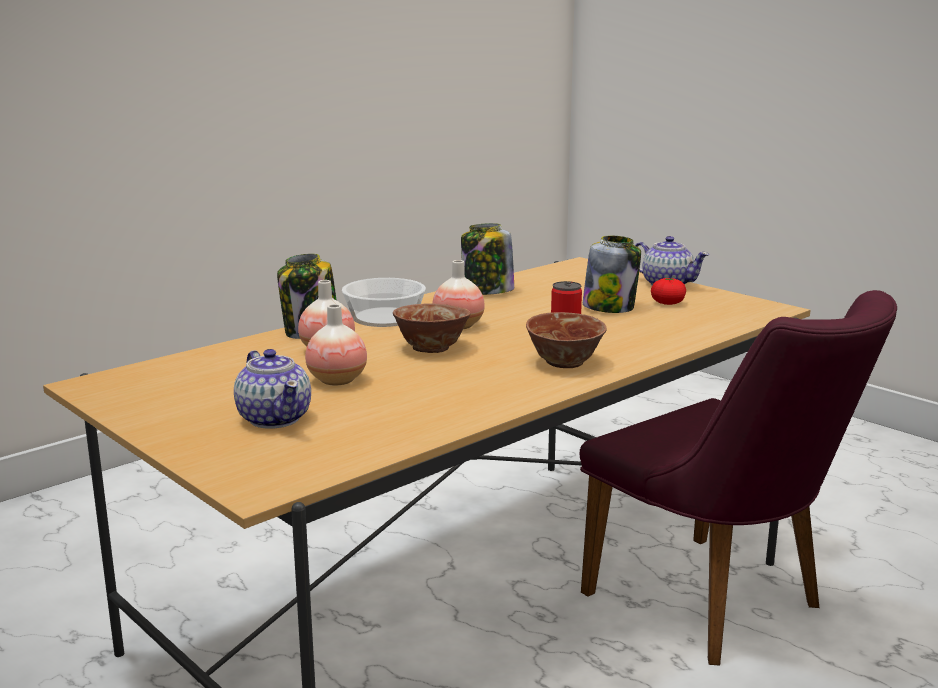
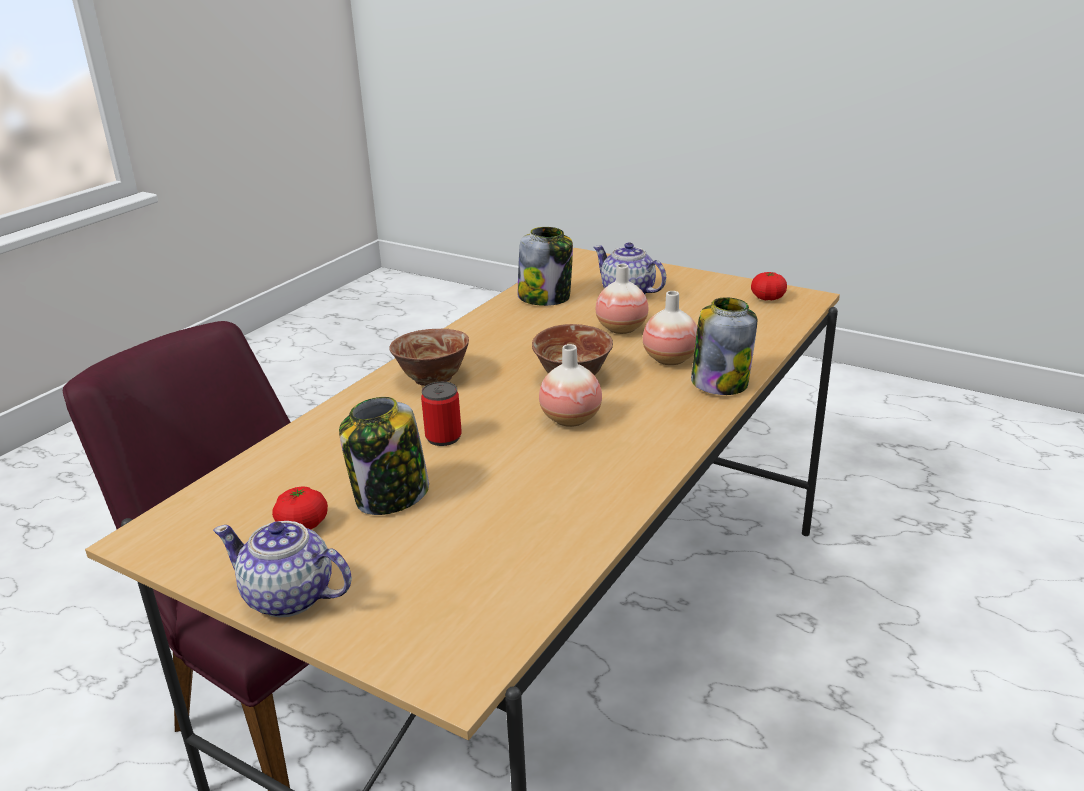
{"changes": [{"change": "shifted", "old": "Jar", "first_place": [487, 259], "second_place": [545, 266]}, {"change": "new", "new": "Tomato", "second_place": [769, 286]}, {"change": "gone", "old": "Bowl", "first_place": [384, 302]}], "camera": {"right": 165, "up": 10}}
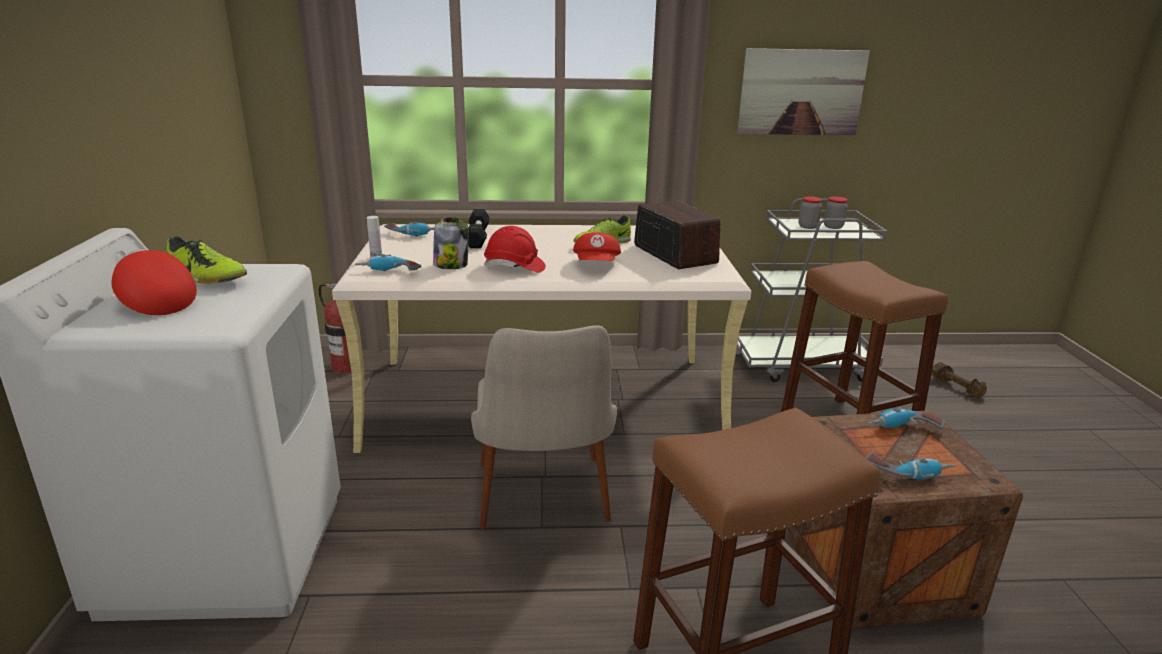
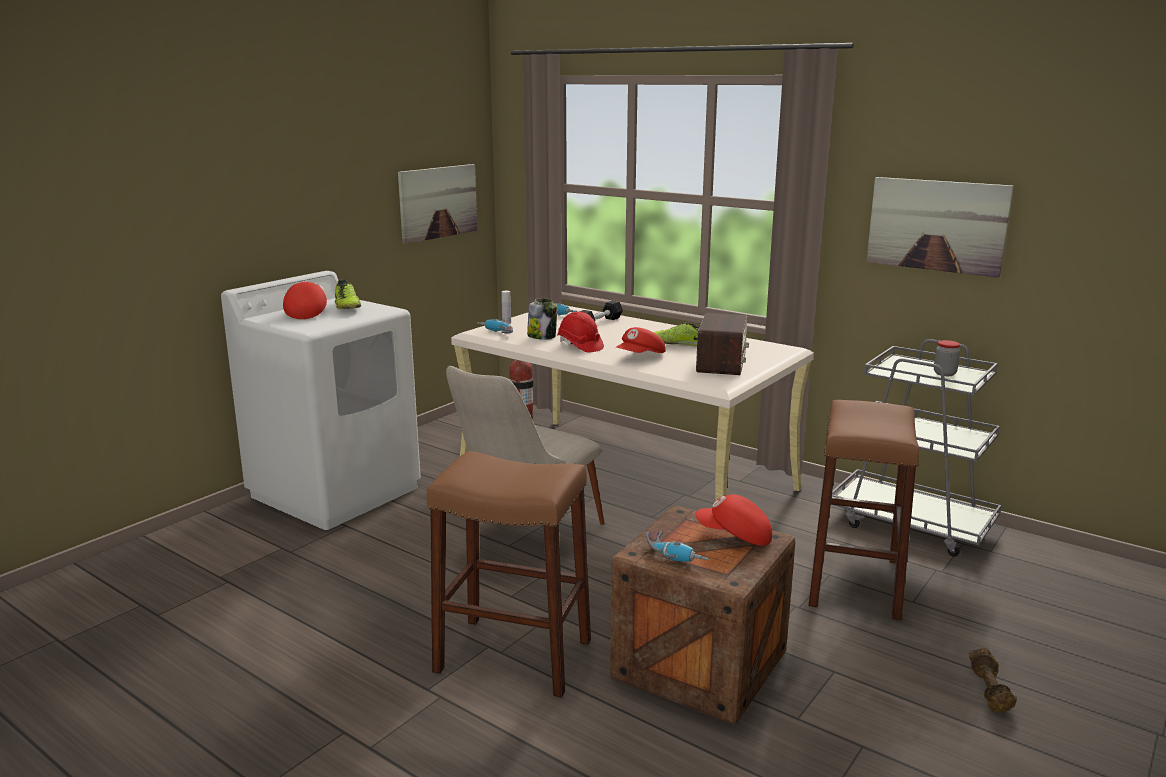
{"changes": [{"change": "new", "new": "Picture", "second_place": [437, 204]}, {"change": "swapped", "old": "PowerDrill", "new": "RedCap", "first_place": [906, 418], "second_place": [734, 520]}, {"change": "shifted", "old": "BrownDumbbell", "first_place": [959, 379], "second_place": [993, 680]}, {"change": "gone", "old": "Jar", "first_place": [810, 212]}], "camera": {"right": 40, "up": -5}}
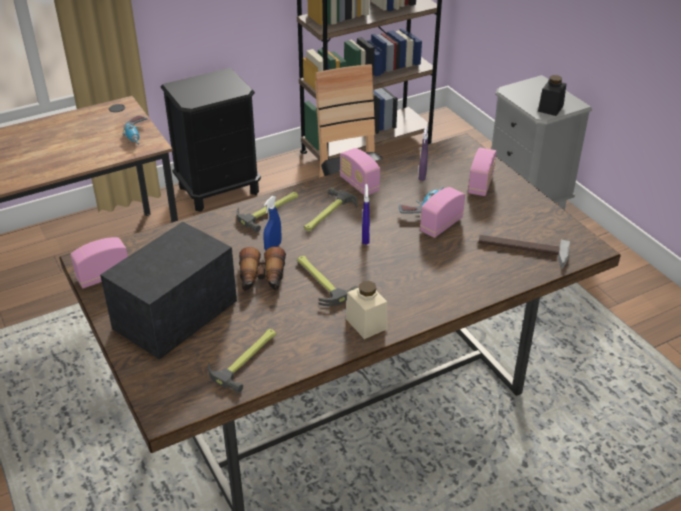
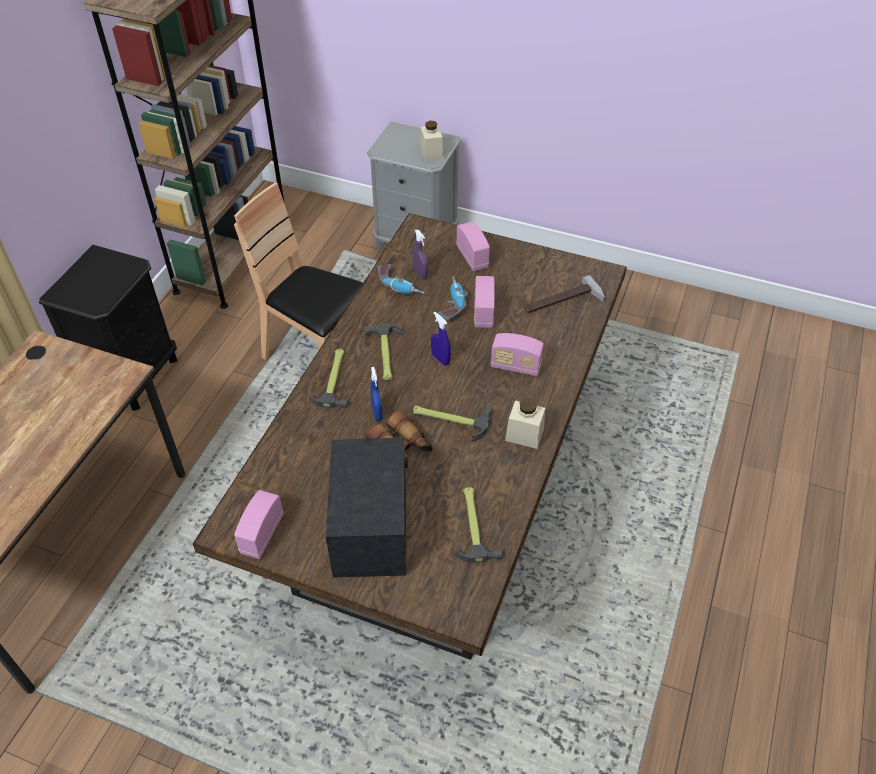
{"changes": [{"change": "shifted", "old": "PowerDrill", "first_place": [135, 130], "second_place": [401, 279]}, {"change": "repainted", "old": "BlackJar", "new": "BeigeJar", "first_place": [552, 95], "second_place": [431, 141]}, {"change": "shifted", "old": "Radio", "first_place": [360, 172], "second_place": [517, 354]}], "camera": {"right": -40, "up": 10}}
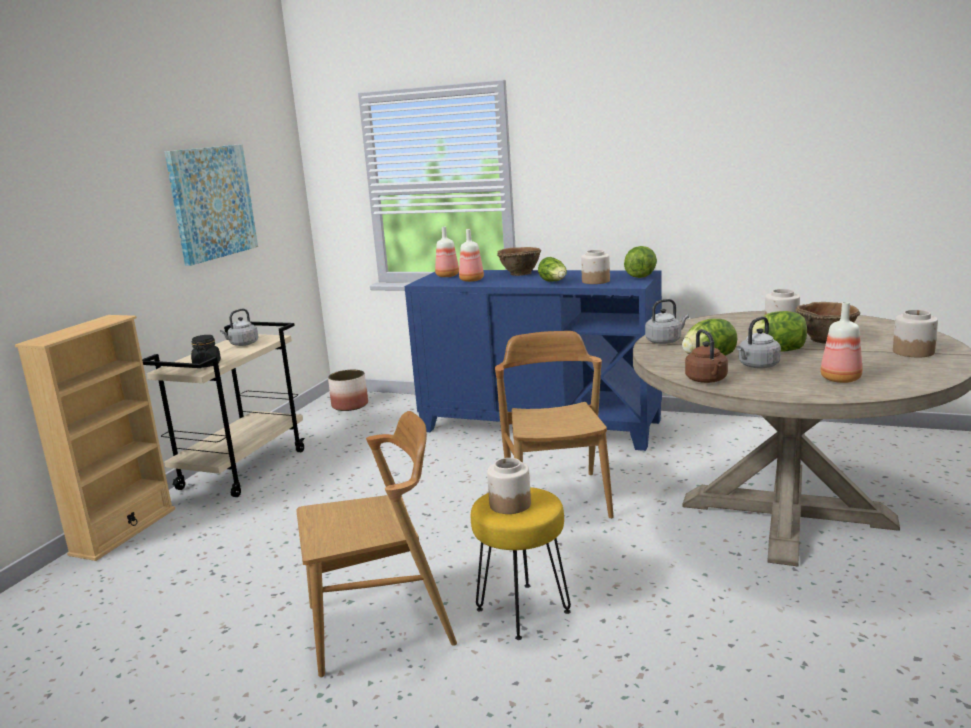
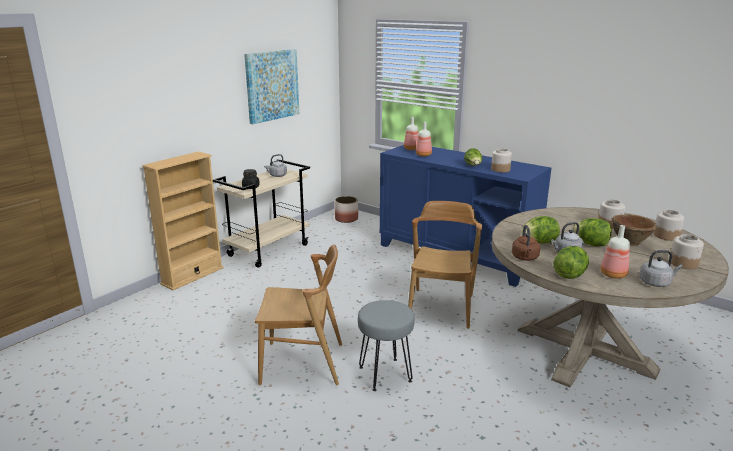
{"changes": [{"change": "repainted", "old": "YellowStool", "new": "GreyStool", "first_place": [521, 563], "second_place": [386, 345]}, {"change": "shifted", "old": "Lettuce", "first_place": [640, 262], "second_place": [571, 262]}, {"change": "shifted", "old": "GreyKettle", "first_place": [667, 321], "second_place": [661, 268]}, {"change": "shifted", "old": "Jar", "first_place": [509, 486], "second_place": [669, 225]}, {"change": "gone", "old": "BrownBowl", "first_place": [519, 261]}], "camera": {"right": 15, "up": 5}}
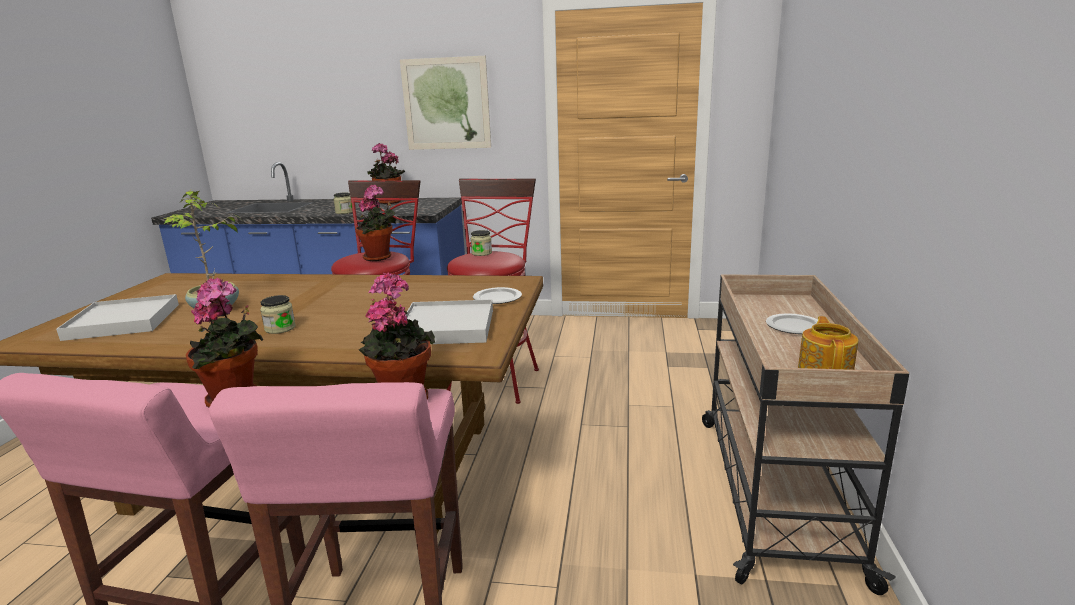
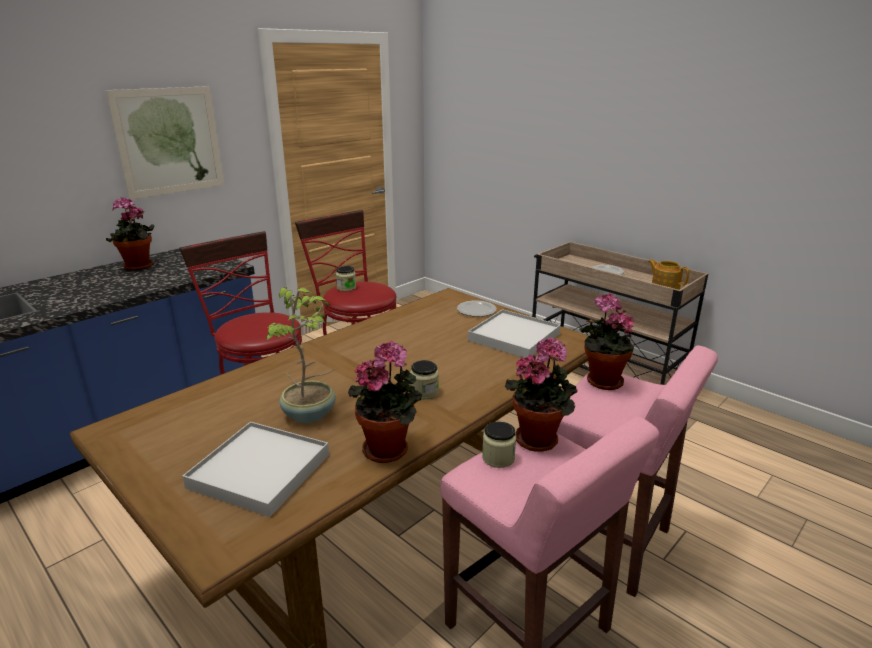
{"changes": [{"change": "shifted", "old": "PottedPlant", "first_place": [375, 223], "second_place": [385, 402]}, {"change": "shifted", "old": "Jar", "first_place": [343, 203], "second_place": [499, 444]}], "camera": {"right": -55, "up": 5}}
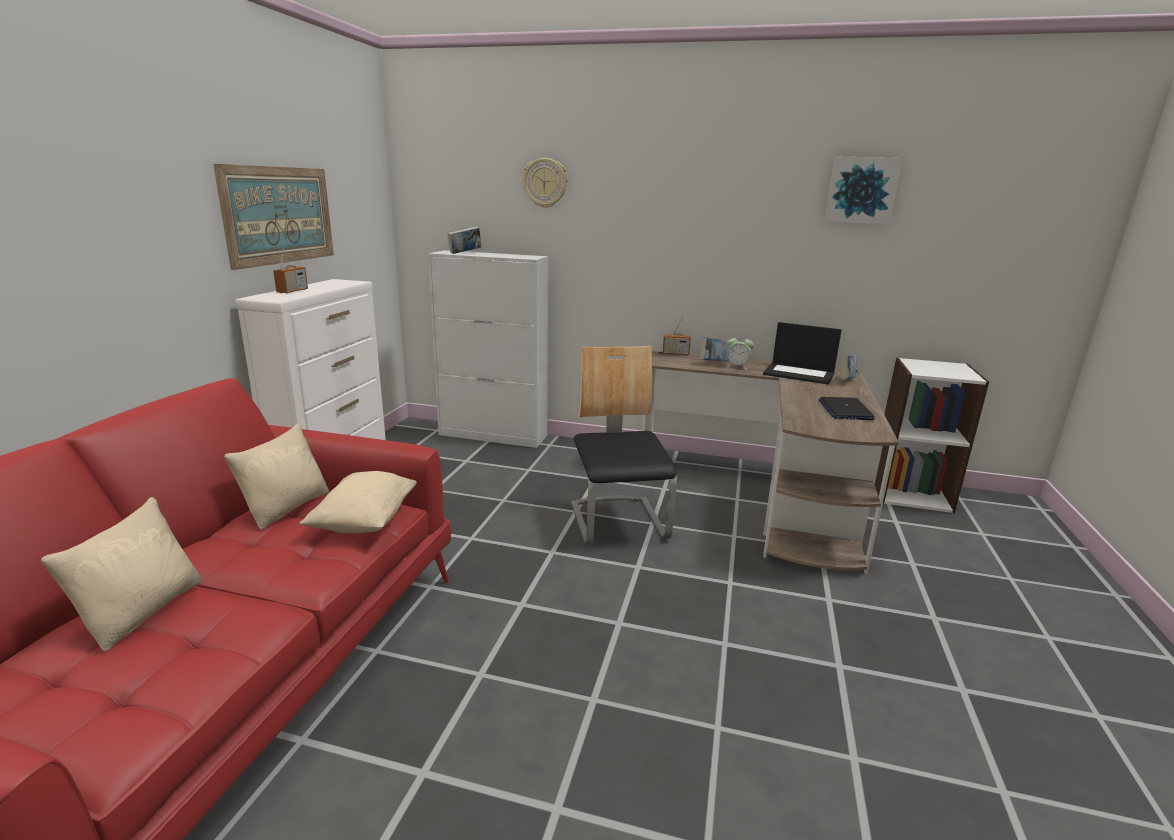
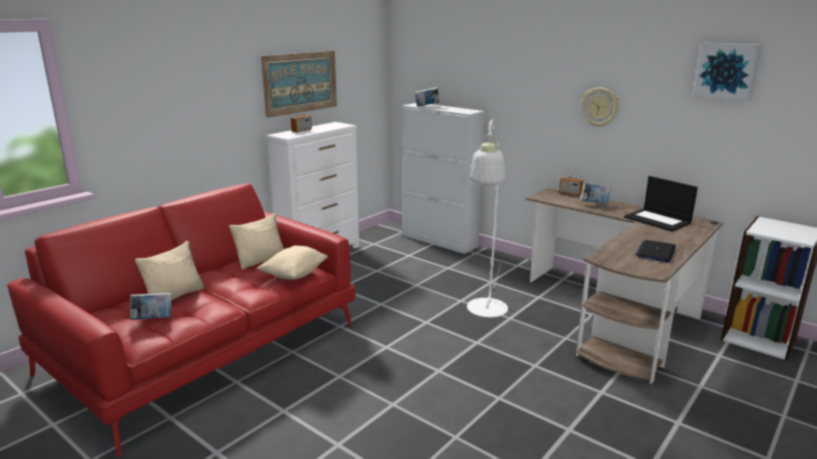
{"changes": [{"change": "shifted", "old": "Book", "first_place": [848, 367], "second_place": [151, 306]}, {"change": "swapped", "old": "Chair", "new": "WhiteFloorLamp", "first_place": [624, 445], "second_place": [487, 217]}, {"change": "shifted", "old": "WallClock", "first_place": [545, 183], "second_place": [600, 107]}, {"change": "gone", "old": "AlarmClock", "first_place": [740, 352]}], "camera": {"right": 25, "up": 0}}
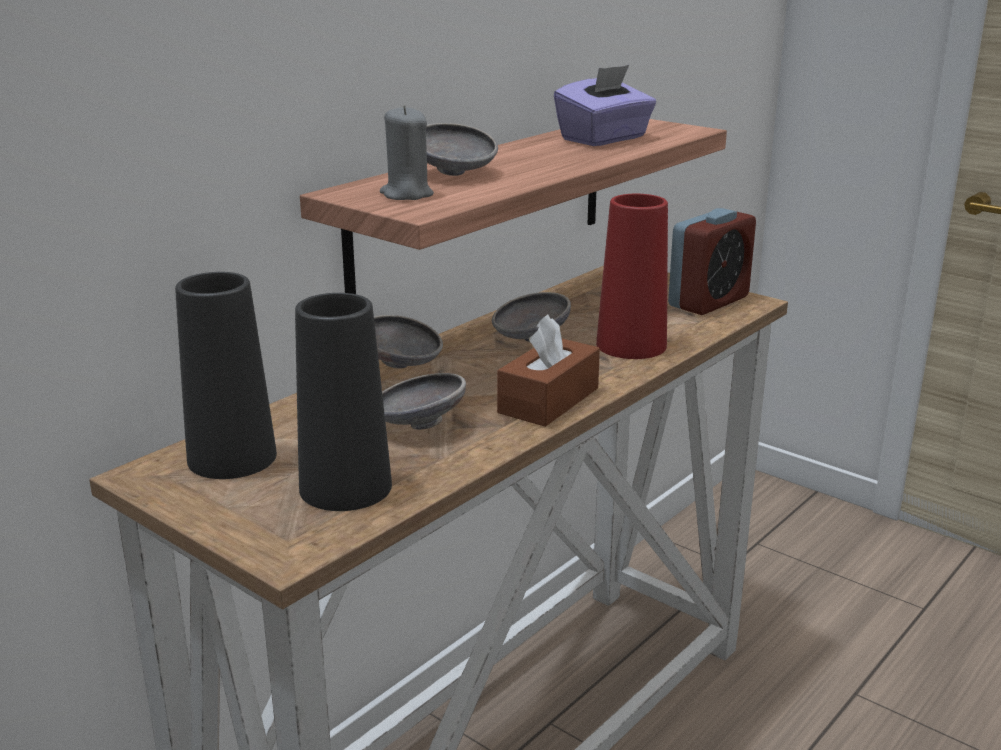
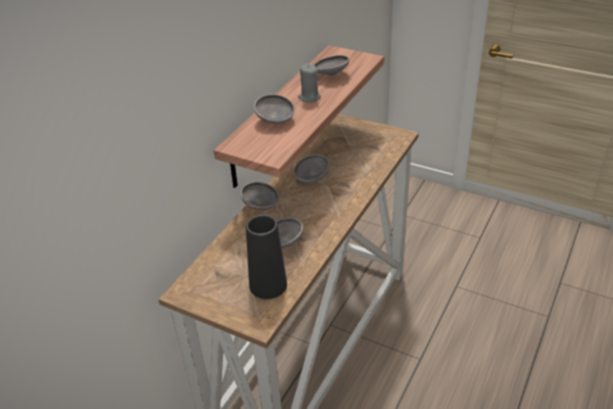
{"changes": [{"change": "shifted", "old": "GreyCandle", "first_place": [407, 152], "second_place": [309, 83]}, {"change": "swapped", "old": "PurpleTissueBox", "new": "GreyBowl", "first_place": [605, 105], "second_place": [332, 66]}, {"change": "gone", "old": "BlackVase", "first_place": [226, 375]}, {"change": "gone", "old": "BrownTissueBox", "first_place": [548, 370]}, {"change": "gone", "old": "RedVase", "first_place": [632, 276]}, {"change": "gone", "old": "AlarmClock", "first_place": [712, 261]}], "camera": {"right": -10, "up": 15}}
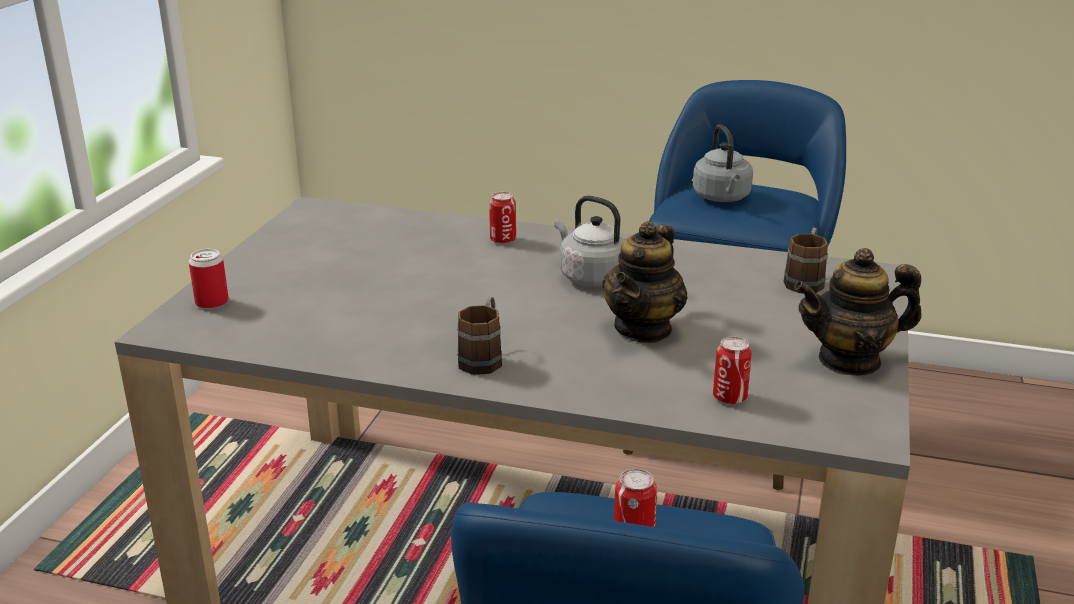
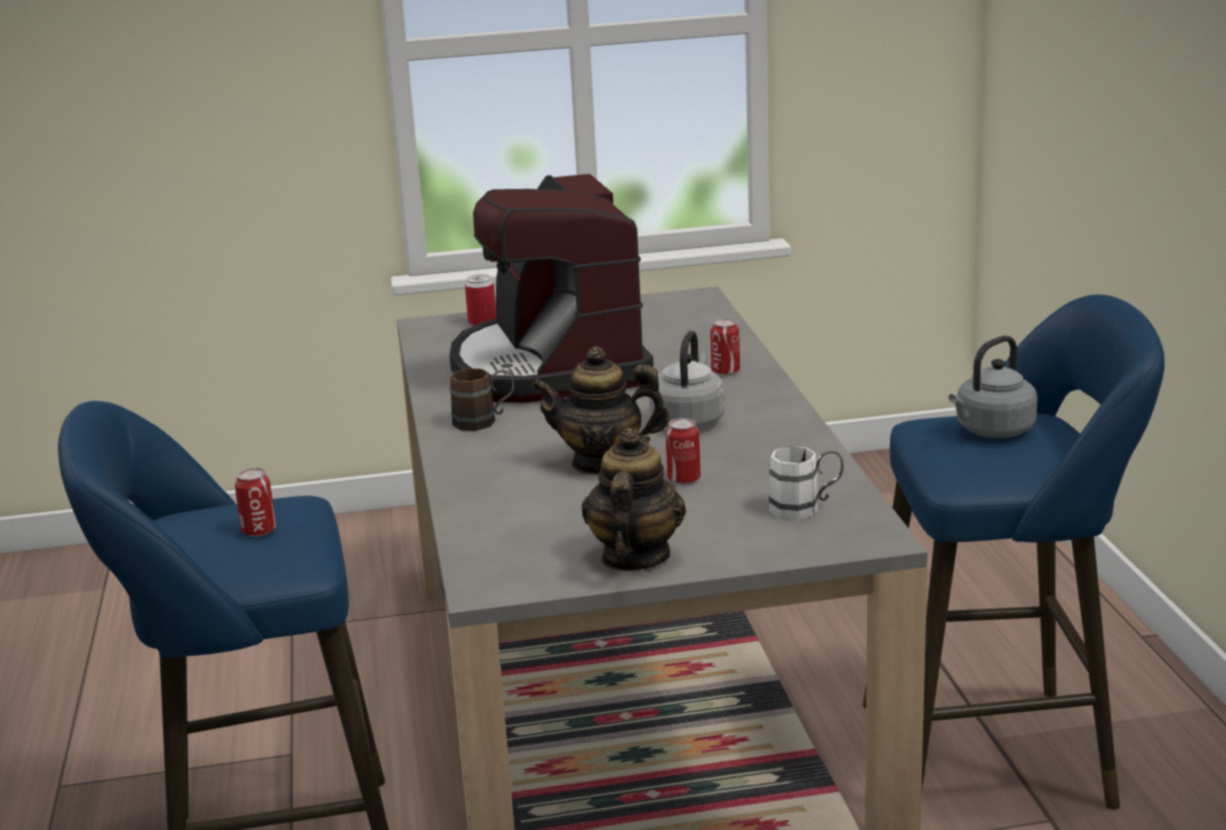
{"changes": [{"change": "new", "new": "CoffeeMachine", "second_place": [552, 288]}, {"change": "rotated", "old": "Teapot", "first_place": [858, 312], "second_place": [634, 499], "degrees": 45}, {"change": "shifted", "old": "Can", "first_place": [732, 370], "second_place": [683, 451]}, {"change": "repainted", "old": "BrownMug", "new": "WhiteMug", "first_place": [806, 260], "second_place": [806, 483]}], "camera": {"right": 65, "up": -5}}
